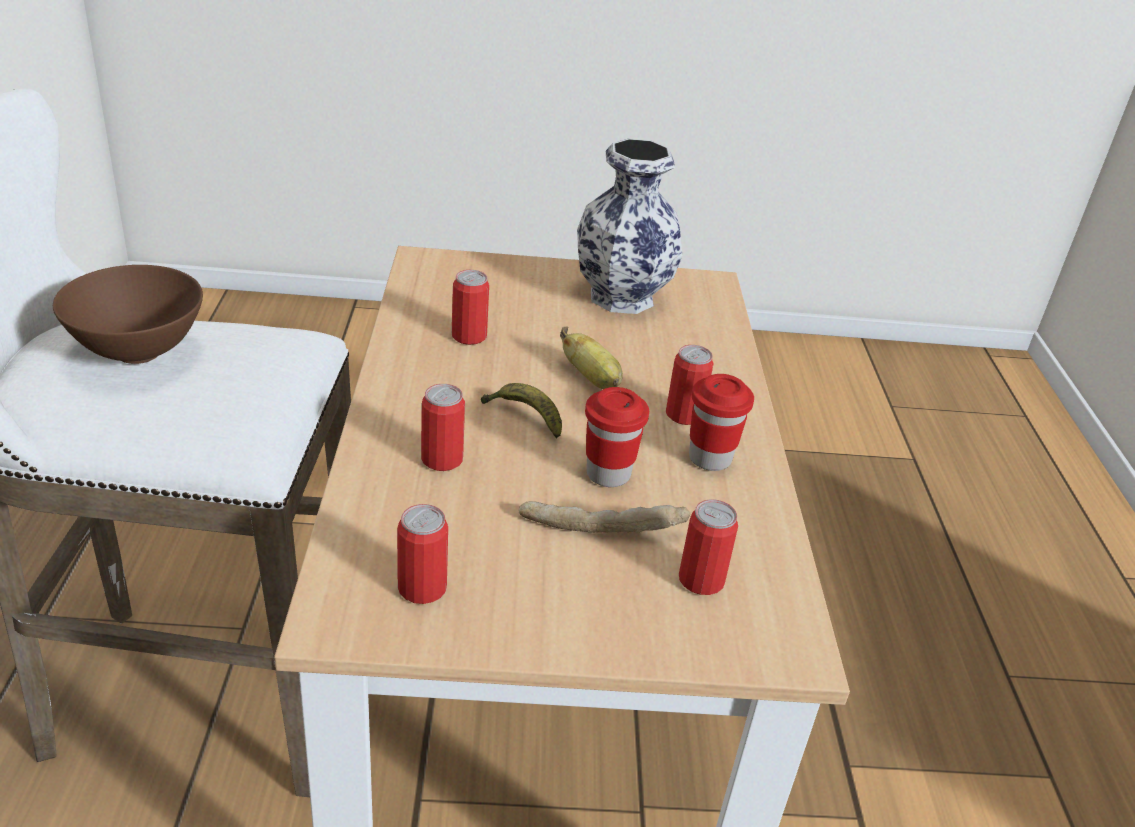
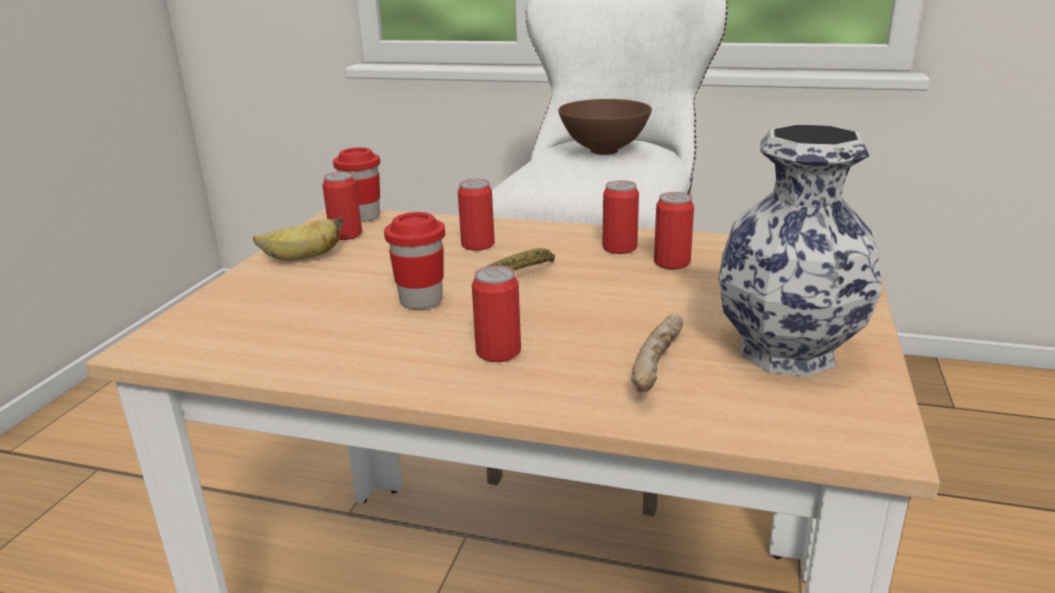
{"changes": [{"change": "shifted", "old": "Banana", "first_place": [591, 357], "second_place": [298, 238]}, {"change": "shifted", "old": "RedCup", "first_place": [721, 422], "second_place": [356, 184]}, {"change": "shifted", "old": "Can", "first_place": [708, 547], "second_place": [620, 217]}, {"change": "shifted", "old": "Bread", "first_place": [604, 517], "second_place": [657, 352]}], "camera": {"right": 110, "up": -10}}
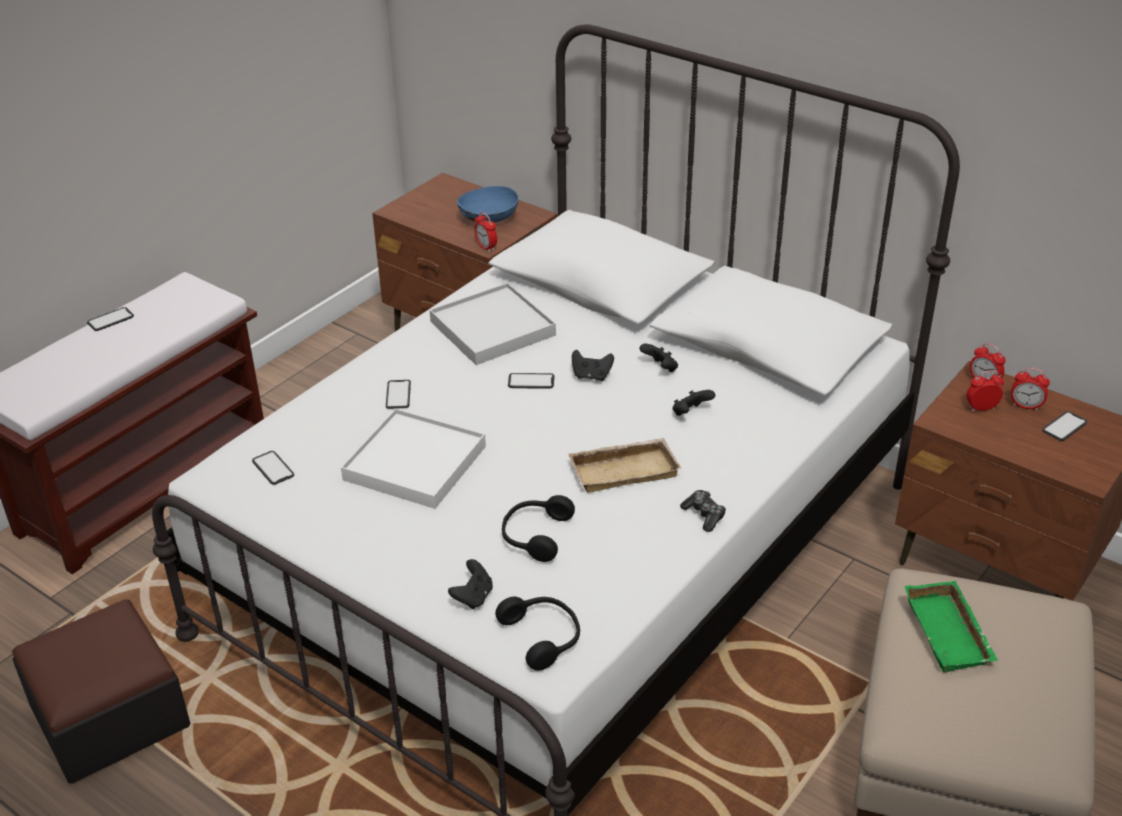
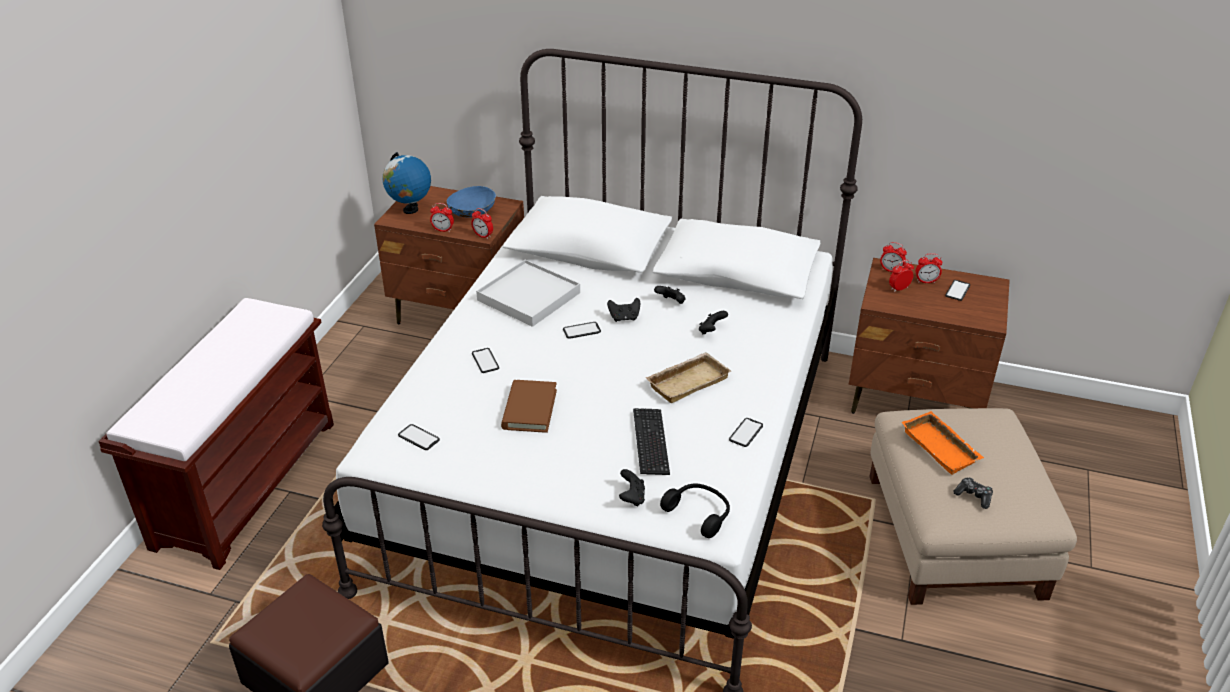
{"changes": [{"change": "new", "new": "Globe", "second_place": [406, 183]}, {"change": "new", "new": "AlarmClock", "second_place": [442, 217]}, {"change": "swapped", "old": "WhiteTray", "new": "BrownBook", "first_place": [413, 459], "second_place": [529, 406]}, {"change": "swapped", "old": "BlackHeadphones", "new": "Keyboard", "first_place": [538, 528], "second_place": [651, 441]}, {"change": "shifted", "old": "Phone", "first_place": [110, 319], "second_place": [746, 432]}, {"change": "repainted", "old": "GreenTray", "new": "OrangeTray", "first_place": [951, 627], "second_place": [942, 443]}, {"change": "shifted", "old": "GameController", "first_place": [703, 511], "second_place": [973, 493]}], "camera": {"right": -20, "up": 0}}
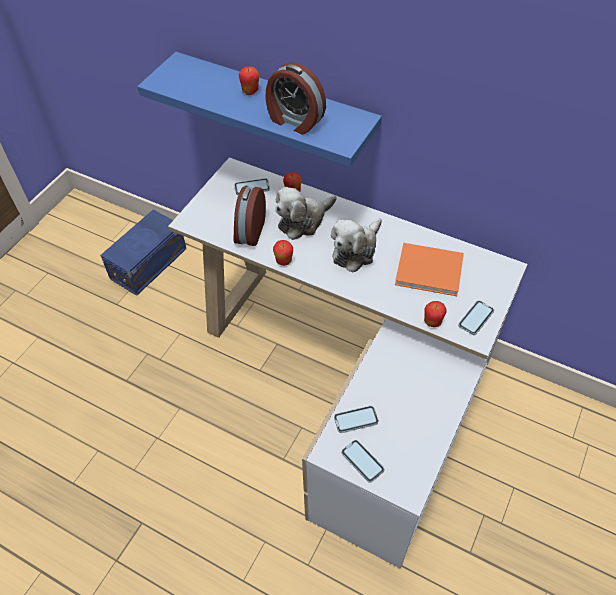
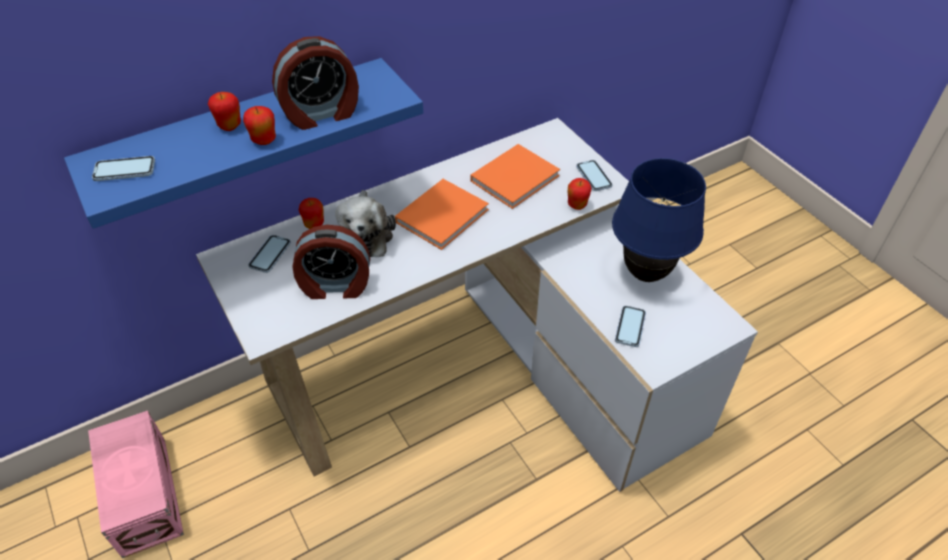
{"changes": [{"change": "repainted", "old": "BlueStorageBox", "new": "PinkStorageBox", "first_place": [143, 253], "second_place": [136, 484]}, {"change": "shifted", "old": "Phone", "first_place": [362, 461], "second_place": [123, 168]}, {"change": "shifted", "old": "Apple", "first_place": [283, 253], "second_place": [259, 125]}, {"change": "rotated", "old": "AlarmClock", "first_place": [250, 216], "second_place": [331, 262], "degrees": -45}, {"change": "swapped", "old": "PlushToy", "new": "OrangeBook", "first_place": [356, 245], "second_place": [442, 214]}, {"change": "new", "new": "BlueTableLamp", "second_place": [659, 220]}], "camera": {"right": -60, "up": -5}}
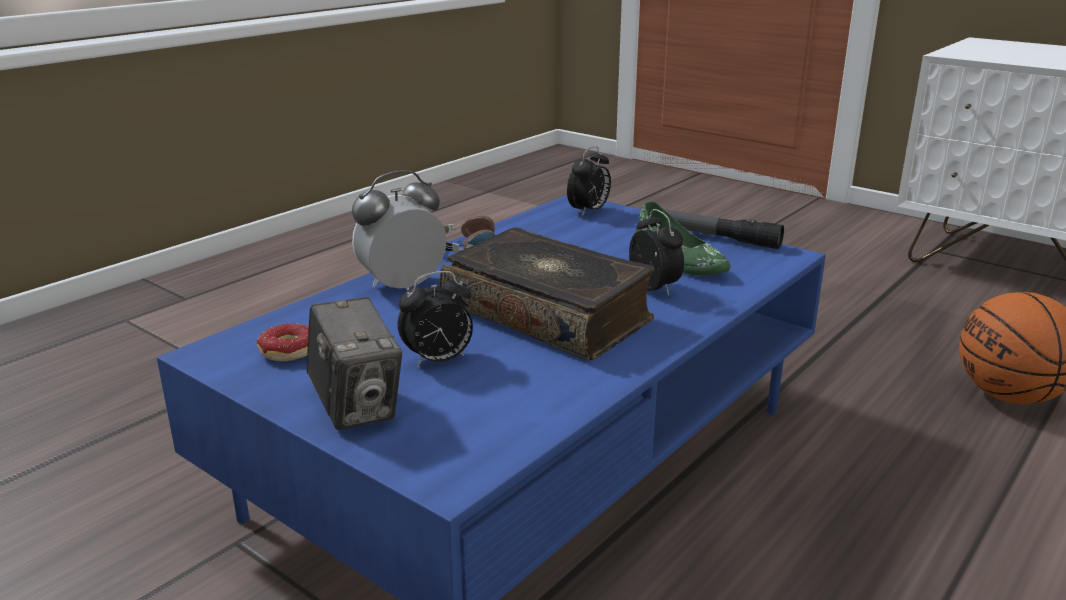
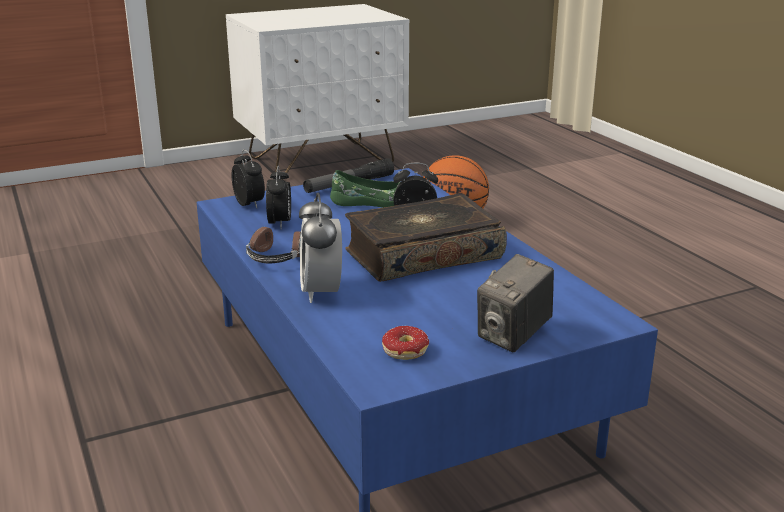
{"changes": [{"change": "shifted", "old": "AlarmClock", "first_place": [435, 319], "second_place": [278, 197]}, {"change": "rotated", "old": "PhotoCamera", "first_place": [354, 363], "second_place": [515, 303], "degrees": 135}], "camera": {"right": -65, "up": 0}}
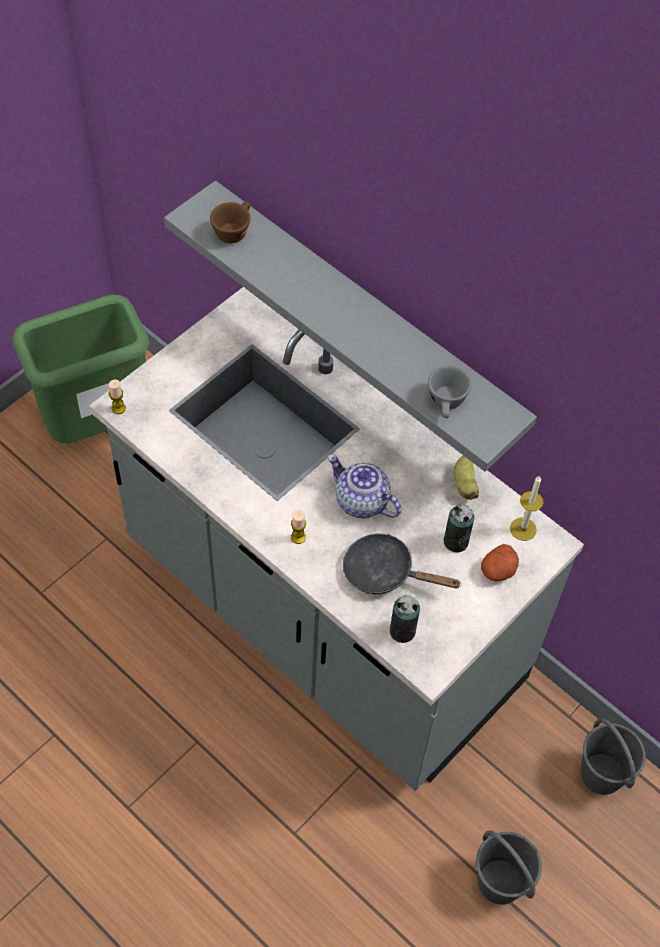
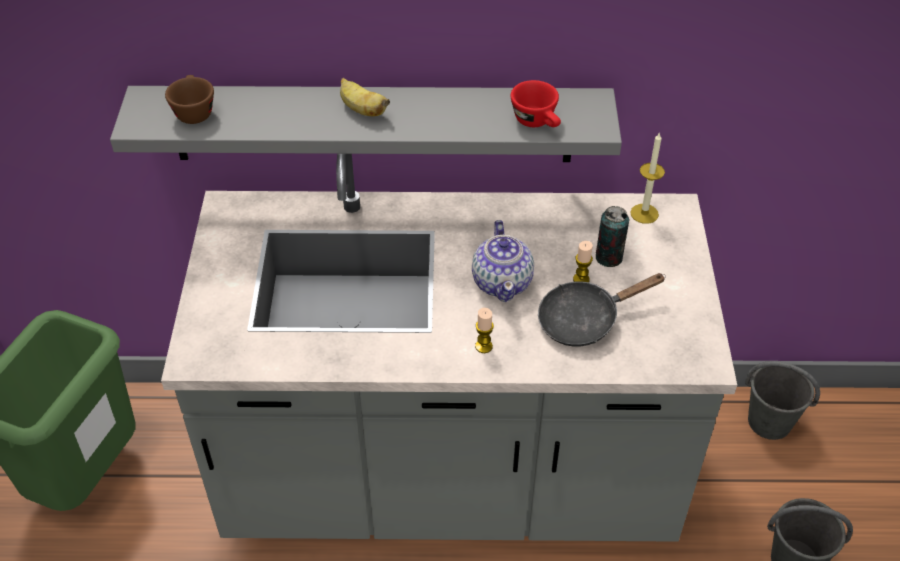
{"changes": [{"change": "shifted", "old": "Banana", "first_place": [466, 477], "second_place": [365, 97]}, {"change": "rotated", "old": "Teapot", "first_place": [364, 486], "second_place": [503, 261], "degrees": -90}, {"change": "repainted", "old": "GreyCup", "new": "RedCup", "first_place": [450, 391], "second_place": [535, 103]}, {"change": "shifted", "old": "Candle", "first_place": [117, 397], "second_place": [583, 261]}, {"change": "gone", "old": "Can", "first_place": [405, 619]}, {"change": "gone", "old": "Potato", "first_place": [500, 563]}], "camera": {"right": -40, "up": -10}}
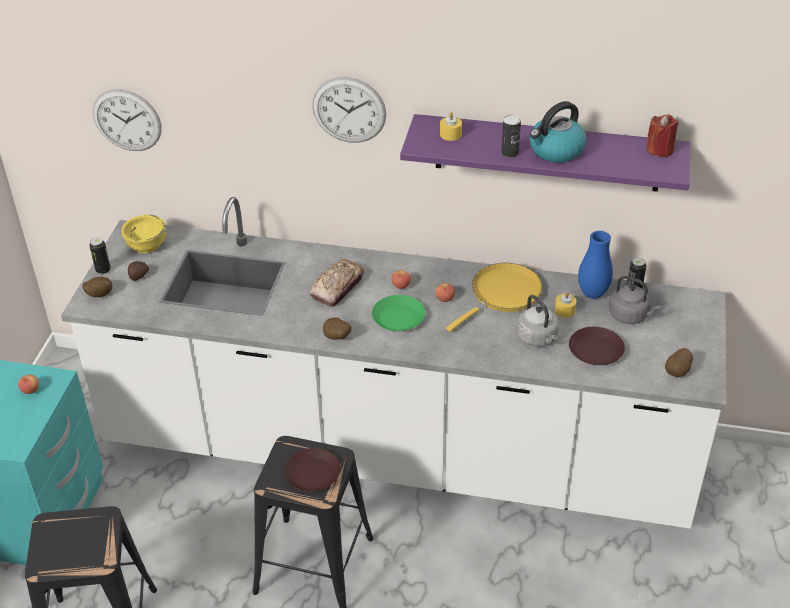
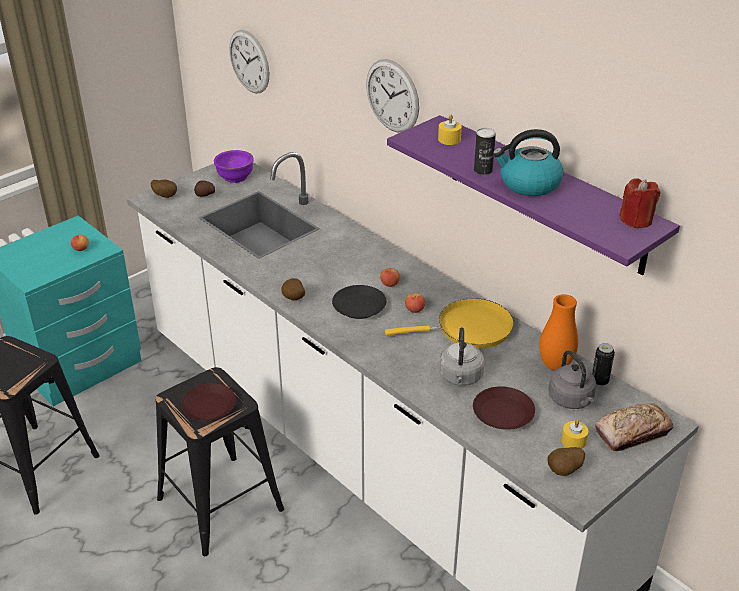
{"changes": [{"change": "repainted", "old": "YellowBowl", "new": "PurpleBowl", "first_place": [143, 234], "second_place": [234, 166]}, {"change": "repainted", "old": "GreenPlate", "new": "BlackPlate", "first_place": [398, 313], "second_place": [359, 302]}, {"change": "repainted", "old": "BlueVase", "new": "OrangeVase", "first_place": [595, 265], "second_place": [558, 332]}, {"change": "shifted", "old": "YellowCandle", "first_place": [566, 305], "second_place": [574, 434]}, {"change": "shifted", "old": "Bread", "first_place": [336, 283], "second_place": [634, 427]}, {"change": "gone", "old": "Can", "first_place": [100, 256]}], "camera": {"right": 35, "up": -5}}
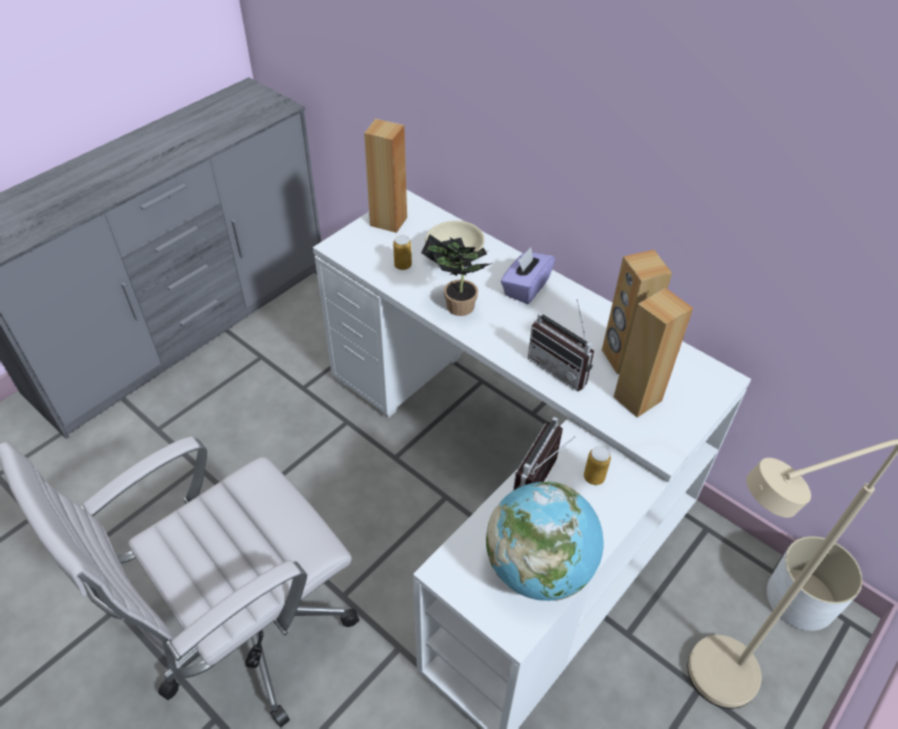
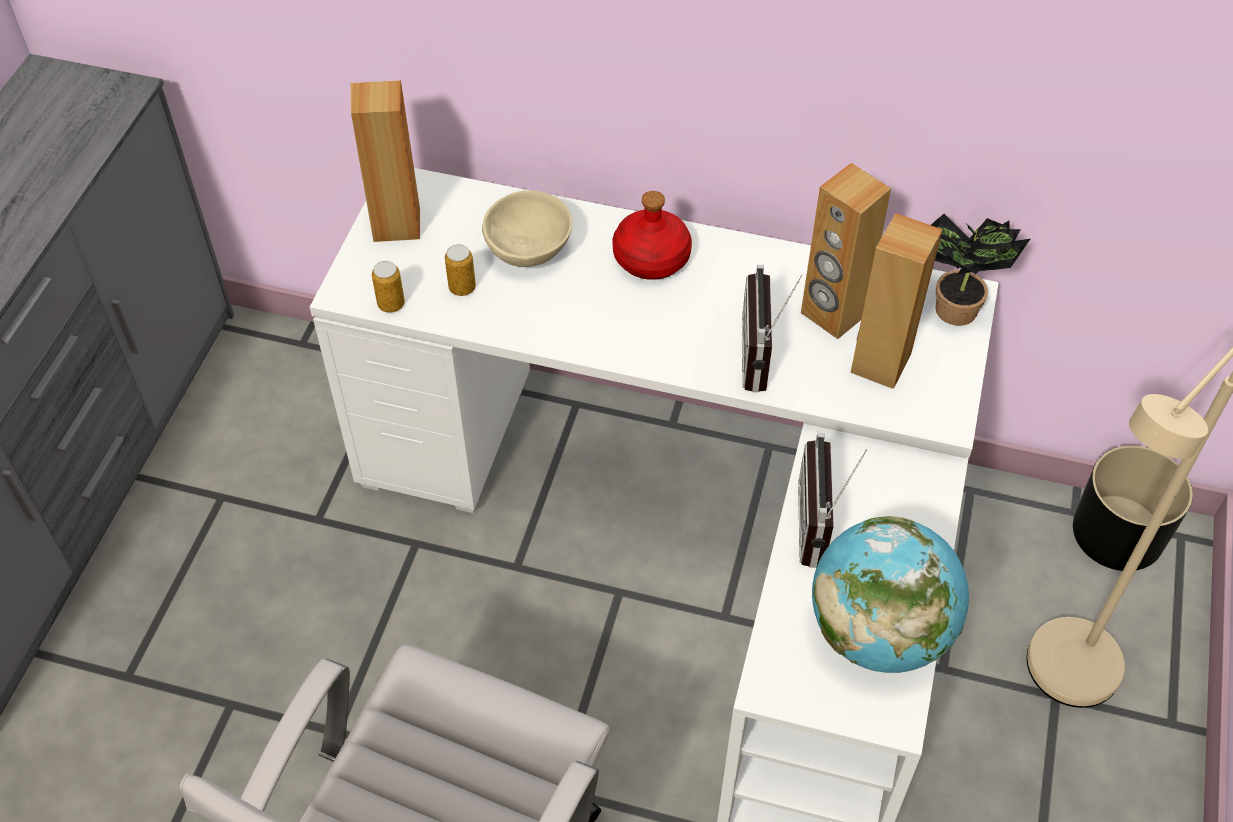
{"changes": [{"change": "shifted", "old": "Can", "first_place": [597, 465], "second_place": [388, 287]}, {"change": "swapped", "old": "PurpleTissueBox", "new": "RedBottle", "first_place": [528, 275], "second_place": [652, 235]}, {"change": "rotated", "old": "Radio", "first_place": [561, 345], "second_place": [772, 328], "degrees": 75}, {"change": "shifted", "old": "PottedPlant", "first_place": [457, 275], "second_place": [980, 270]}, {"change": "repainted", "old": "WhitePlanter", "new": "BlackPlanter", "first_place": [815, 583], "second_place": [1133, 508]}], "camera": {"right": -25, "up": 5}}
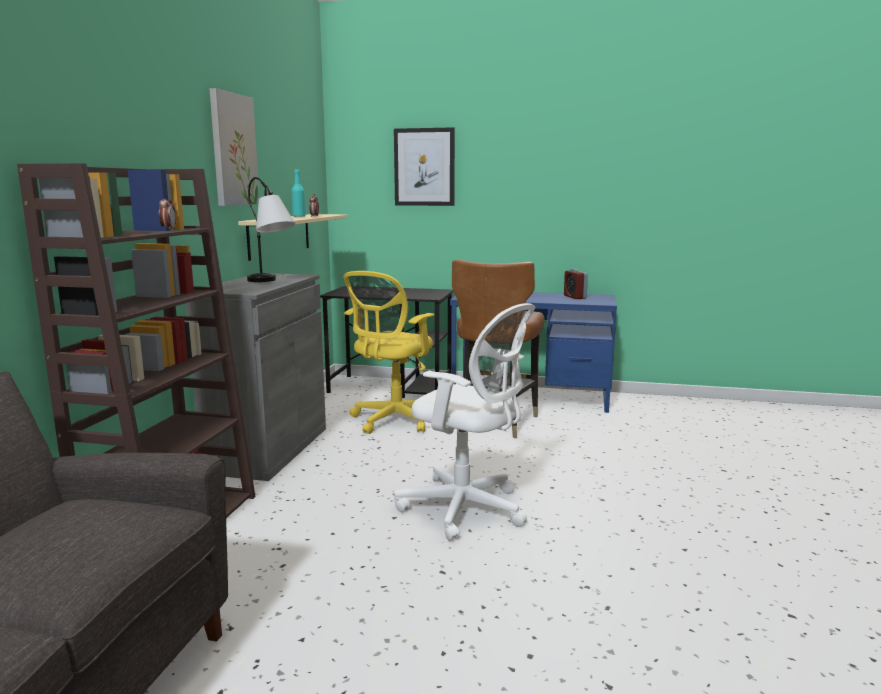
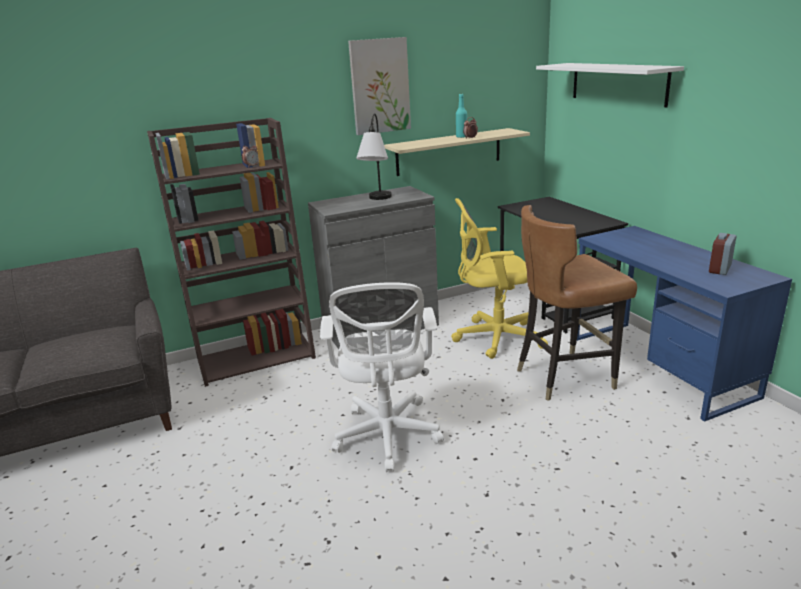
{"changes": [{"change": "swapped", "old": "Picture", "new": "WhiteShelf", "first_place": [424, 166], "second_place": [610, 85]}], "camera": {"right": 55, "up": 10}}
